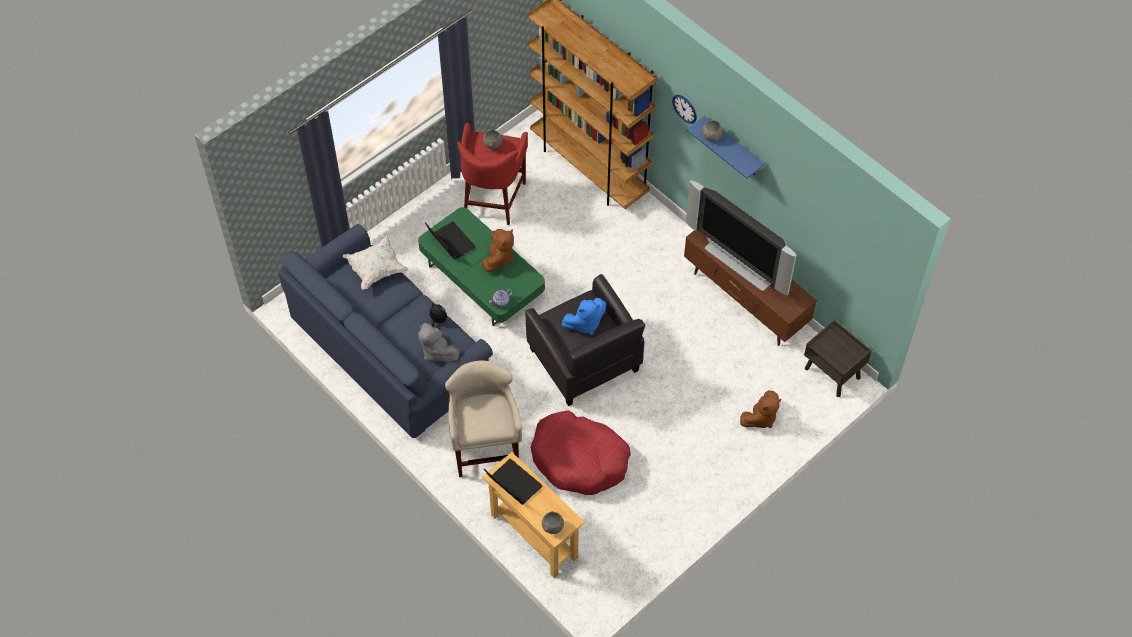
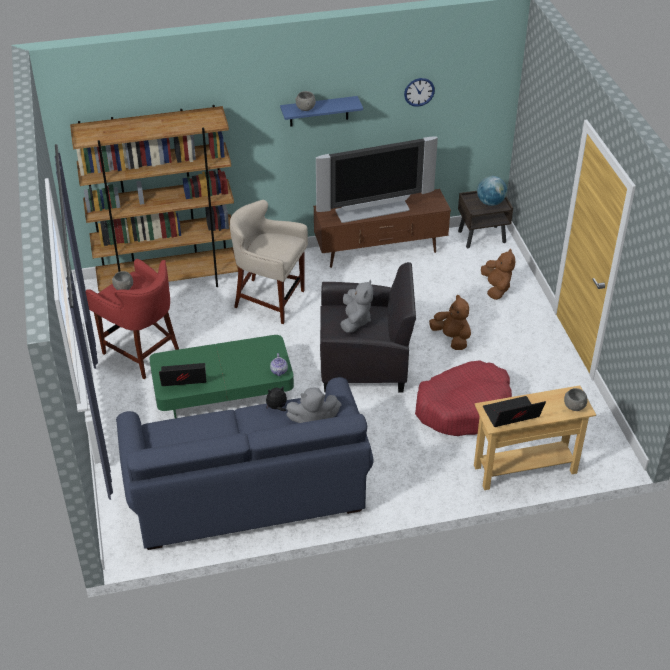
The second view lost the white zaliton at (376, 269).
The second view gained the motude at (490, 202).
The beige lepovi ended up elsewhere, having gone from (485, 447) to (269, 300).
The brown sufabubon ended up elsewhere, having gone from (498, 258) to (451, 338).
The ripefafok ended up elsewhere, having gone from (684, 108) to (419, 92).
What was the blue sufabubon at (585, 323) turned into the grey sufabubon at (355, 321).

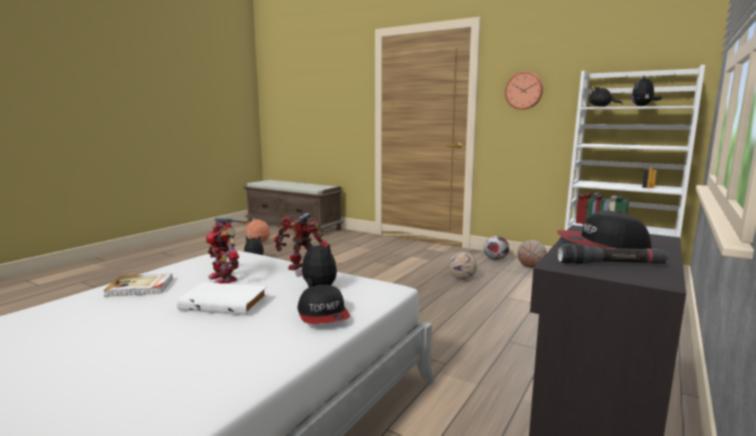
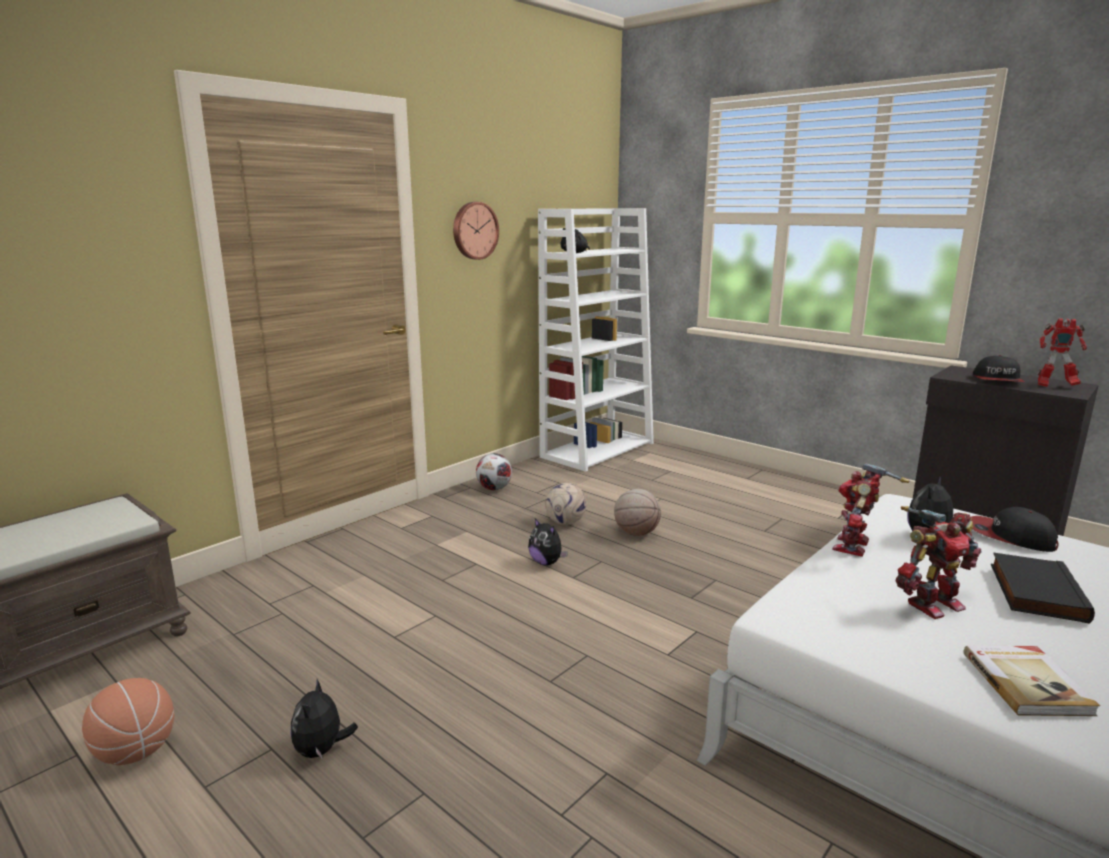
The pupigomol ended up elsewhere, having gone from (531, 267) to (636, 533).
The sufabubon ended up elsewhere, having gone from (643, 106) to (546, 562).
Where the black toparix stood at (610, 264), the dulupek came to stand at (1054, 386).
What was the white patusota at (225, 302) turned into the black patusota at (1034, 591).
The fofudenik at (323, 314) ended up facing another way, 135 degrees counterclockwise from before.

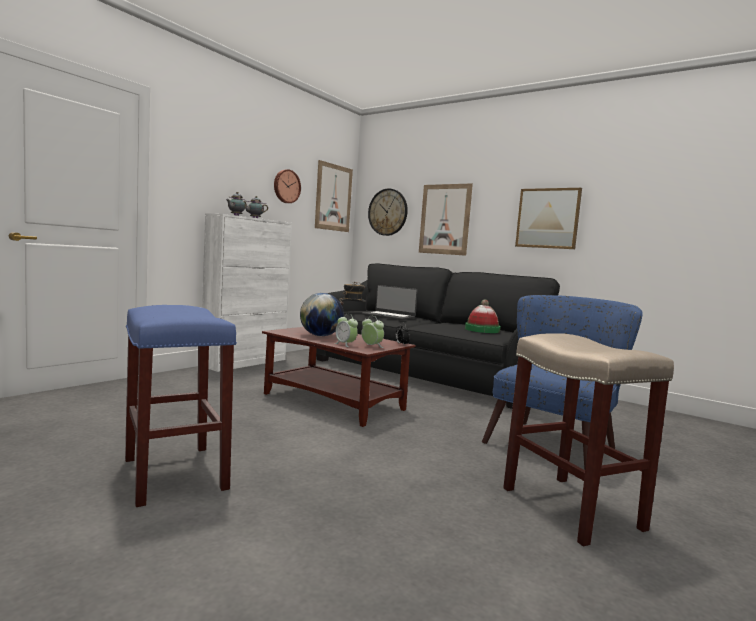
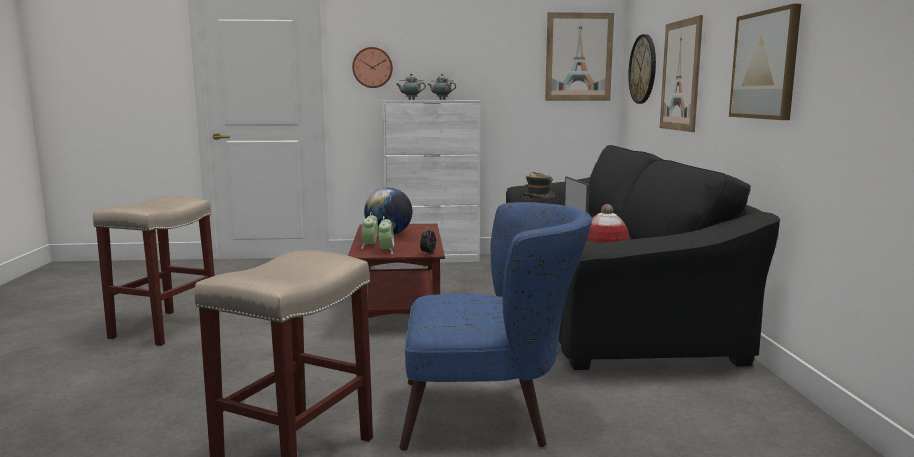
The ripefafok ended up elsewhere, having gone from (286, 186) to (372, 67).
What was the blue lepovi at (173, 473) turned into the beige lepovi at (165, 327).

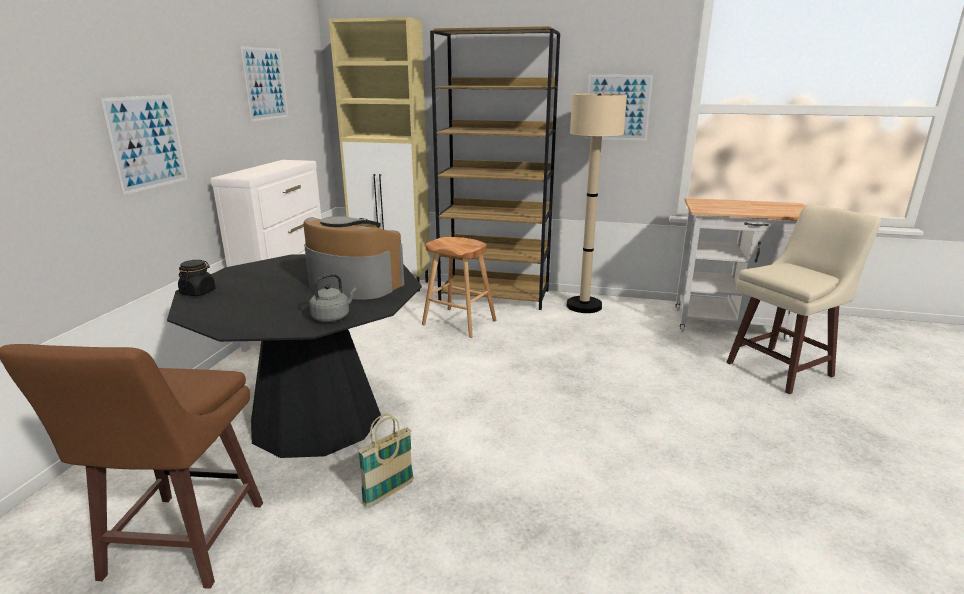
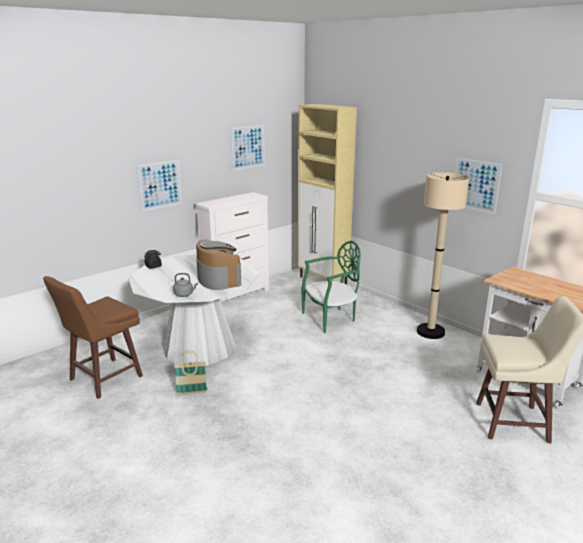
The second view lost the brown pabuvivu at (495, 295).
Where the brown lepovi stood at (459, 323), the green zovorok came to stand at (331, 318).
What was the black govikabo at (316, 418) turned into the white govikabo at (199, 347).

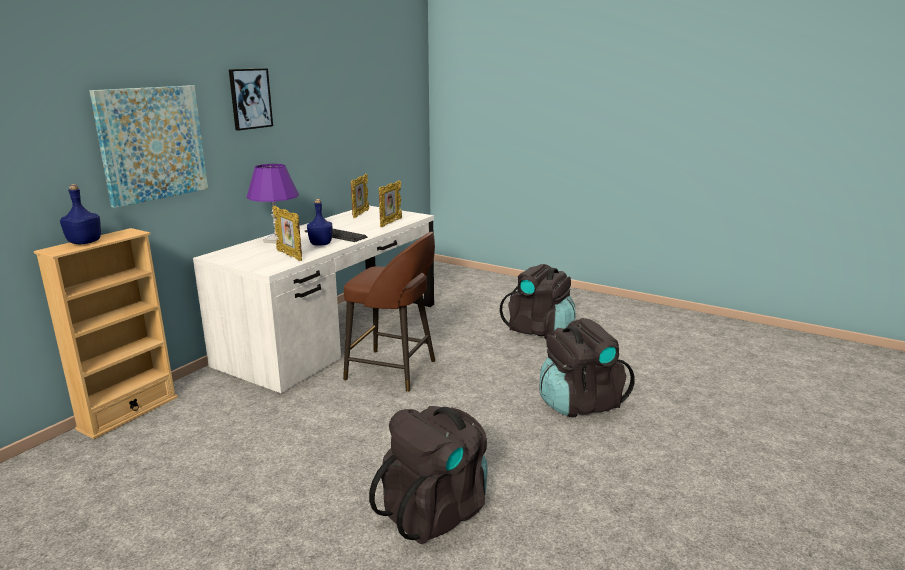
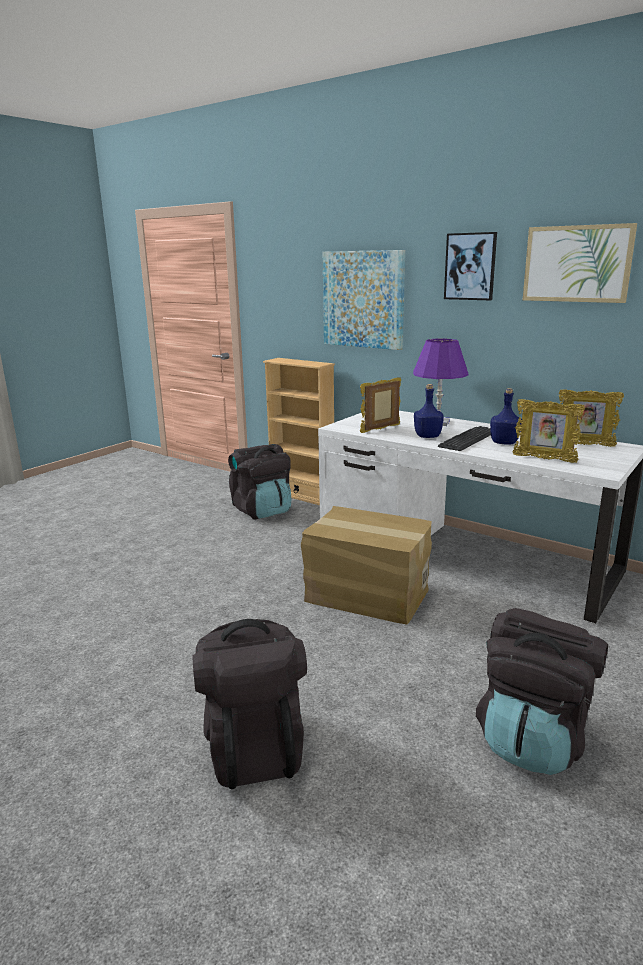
The second view gained the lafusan at (577, 264).
The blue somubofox ended up elsewhere, having gone from (85, 242) to (504, 443).
The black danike ended up elsewhere, having gone from (436, 511) to (262, 510).
Where the brown lepovi stood at (393, 371), the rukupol came to stand at (366, 595).

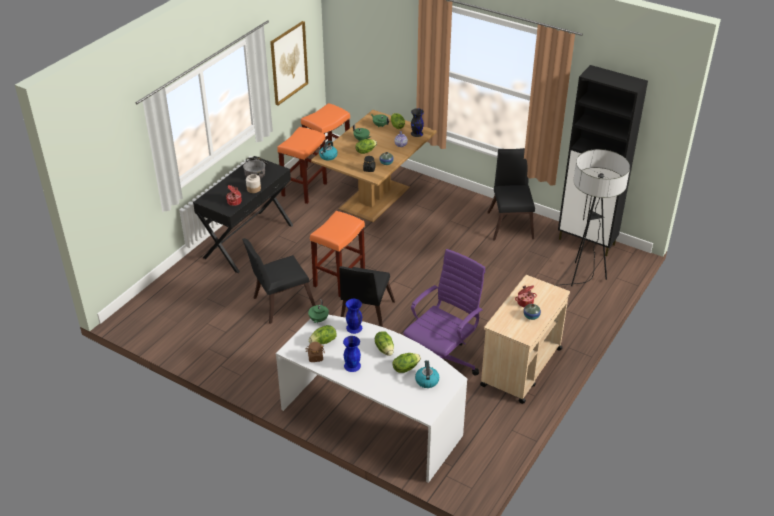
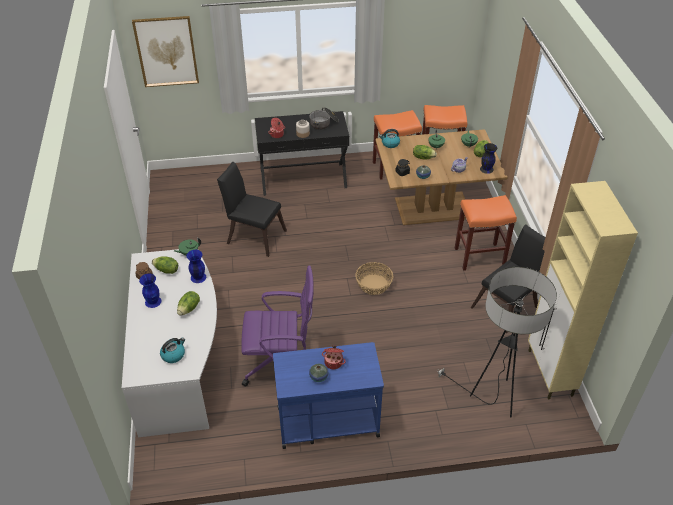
The second view lost the black zovorok at (365, 316).
The second view lost the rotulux at (405, 368).
The second view gained the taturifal at (373, 285).
The lafusan ended up elsewhere, having gone from (288, 63) to (166, 51).
The orange lepovi ended up elsewhere, having gone from (339, 280) to (479, 257).
What was the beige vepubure at (521, 367) turned into the blue vepubure at (327, 421).
What was the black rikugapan at (587, 242) turned into the beige rikugapan at (550, 373).

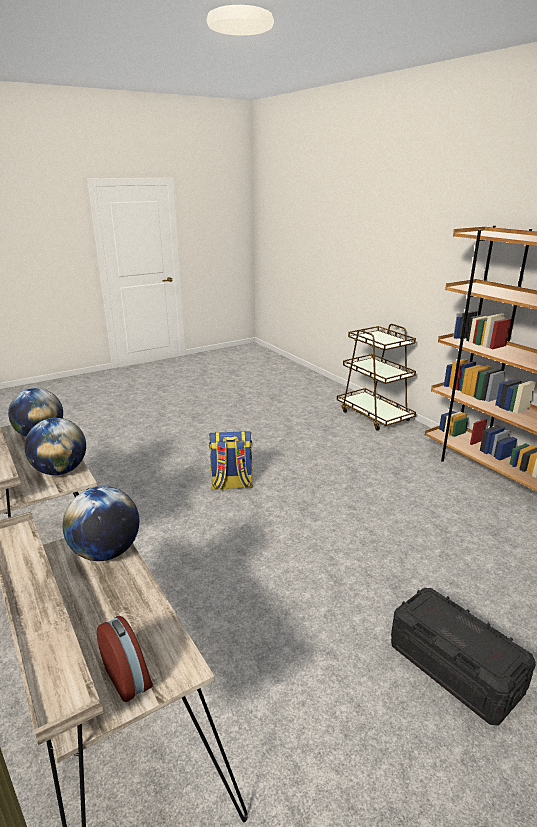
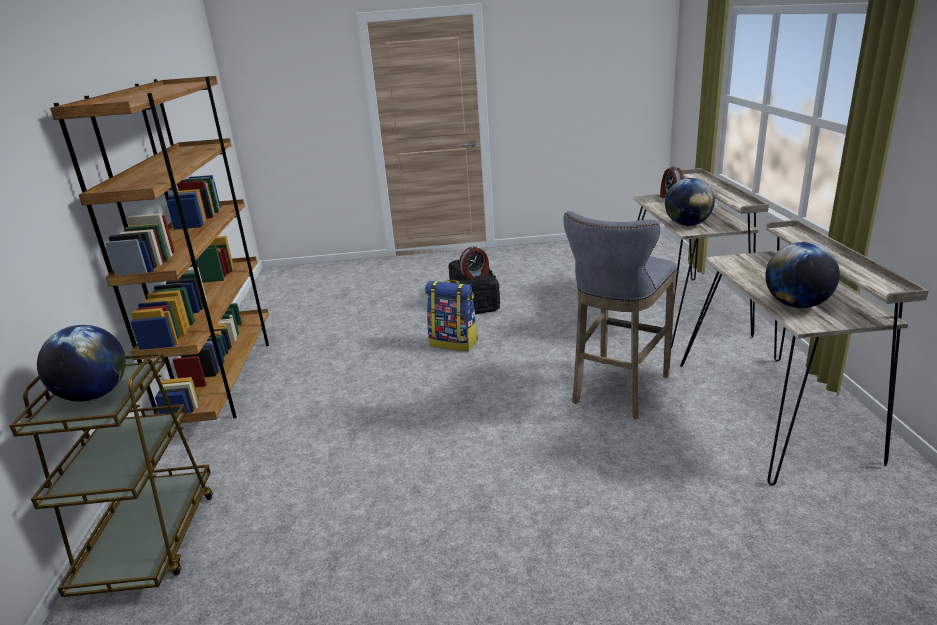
The second view gained the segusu at (475, 275).
The second view gained the grey lepovi at (618, 391).
The motude ended up elsewhere, having gone from (60, 471) to (94, 395).
The danike ended up elsewhere, having gone from (231, 485) to (454, 343).

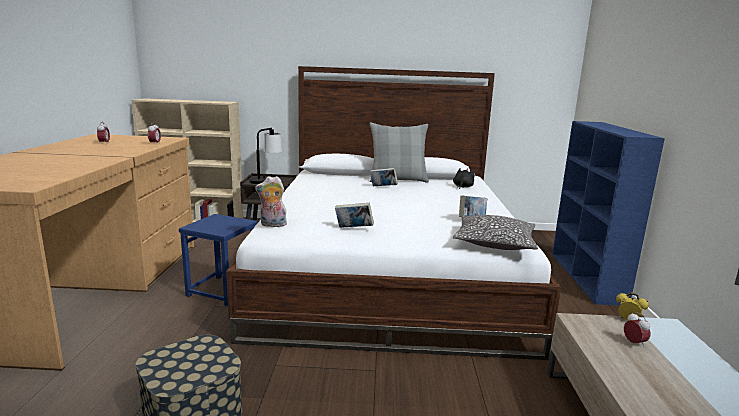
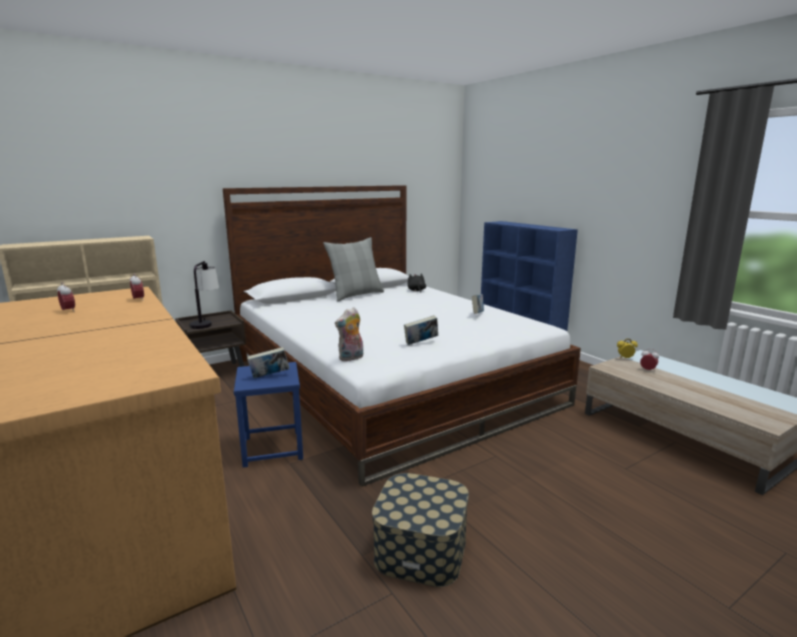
The second view lost the zaliton at (494, 243).
The patusota ended up elsewhere, having gone from (383, 187) to (269, 376).

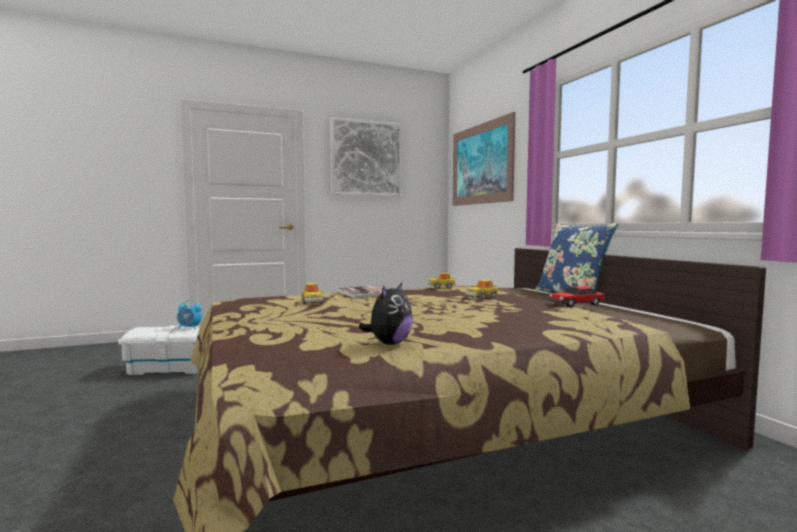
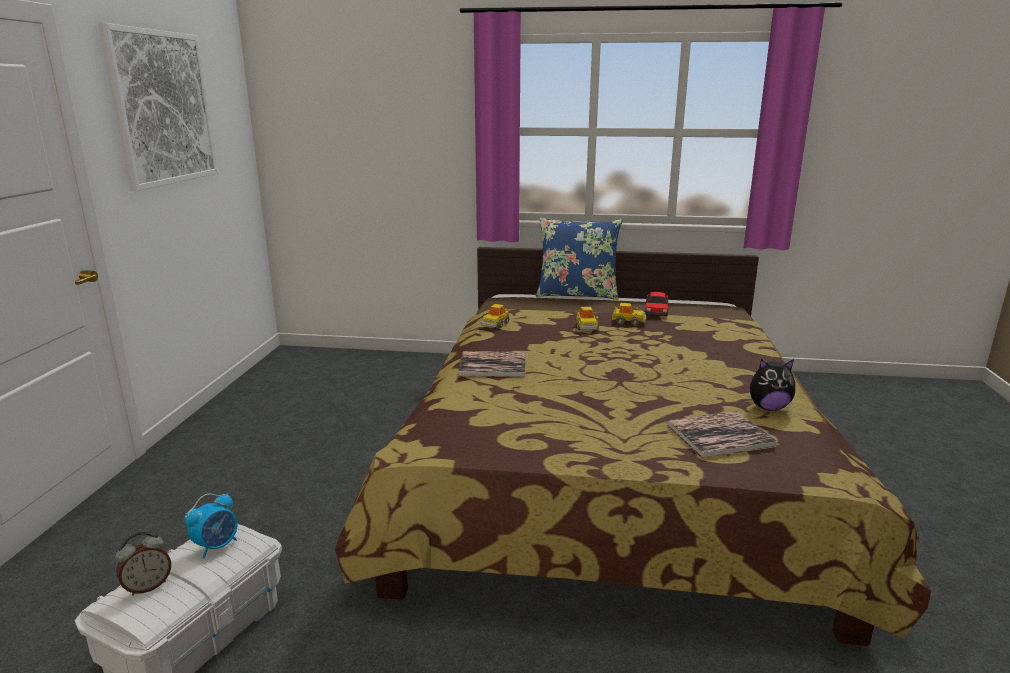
The second view lost the lafusan at (481, 164).
The second view gained the segusu at (148, 586).
The second view gained the patusota at (719, 435).
The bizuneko ended up elsewhere, having gone from (312, 302) to (628, 322).
The sufabubon at (389, 343) ended up facing another way, 120 degrees clockwise from before.

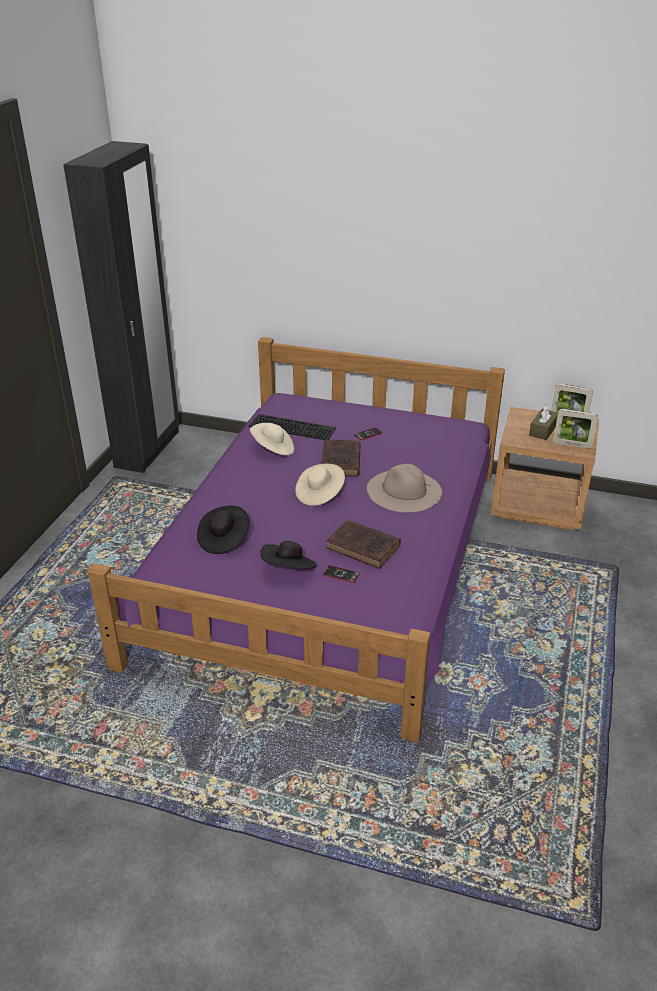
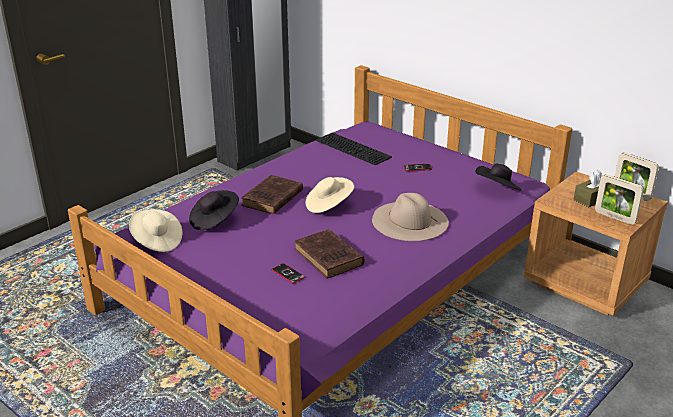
The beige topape ended up elsewhere, having gone from (273, 449) to (156, 241).
The black topape ended up elsewhere, having gone from (289, 569) to (497, 190).
The brown patusota ended up elsewhere, having gone from (340, 462) to (271, 199).

